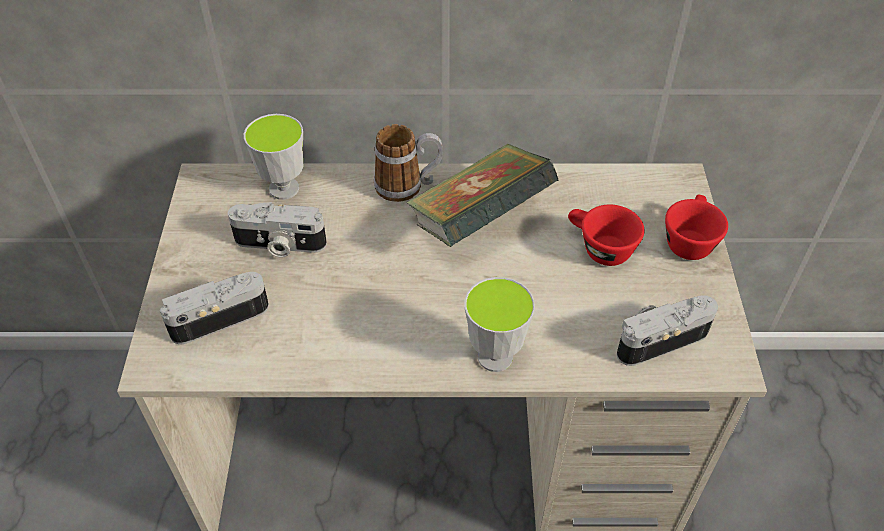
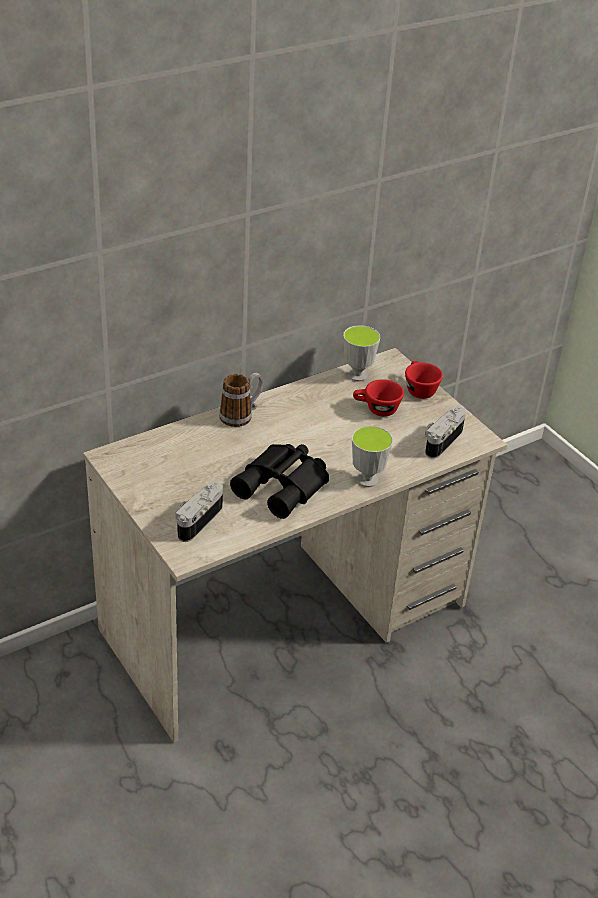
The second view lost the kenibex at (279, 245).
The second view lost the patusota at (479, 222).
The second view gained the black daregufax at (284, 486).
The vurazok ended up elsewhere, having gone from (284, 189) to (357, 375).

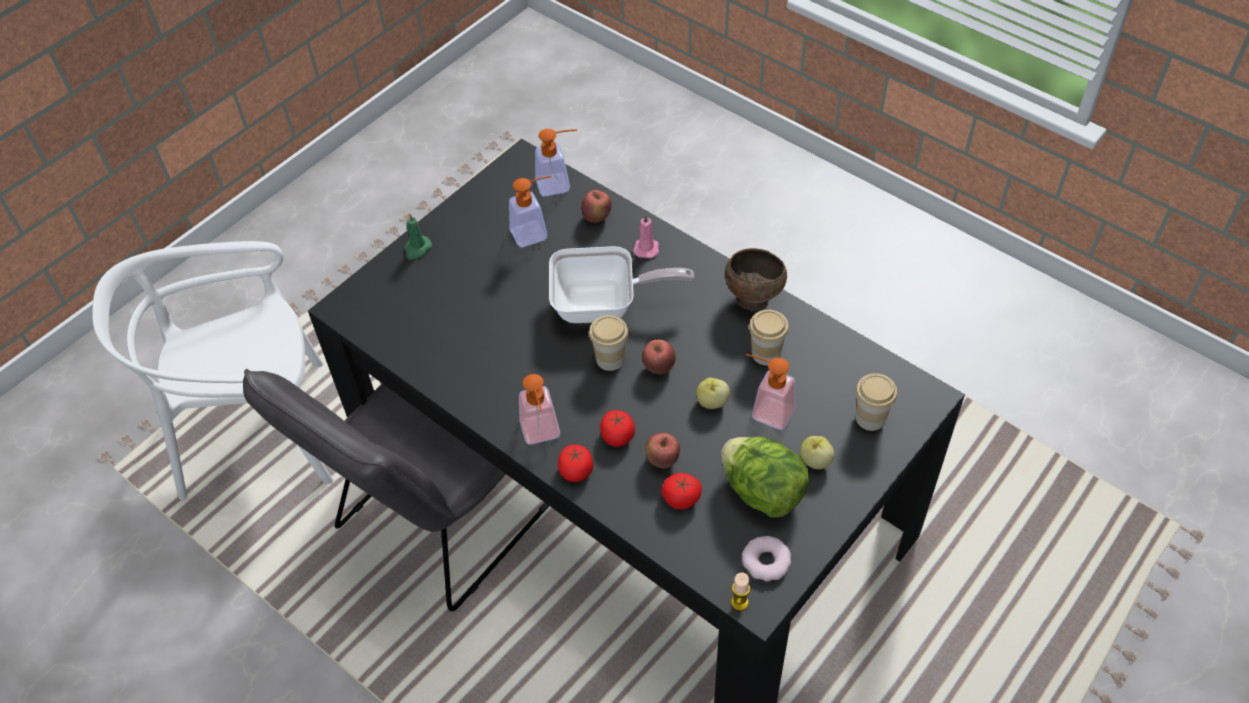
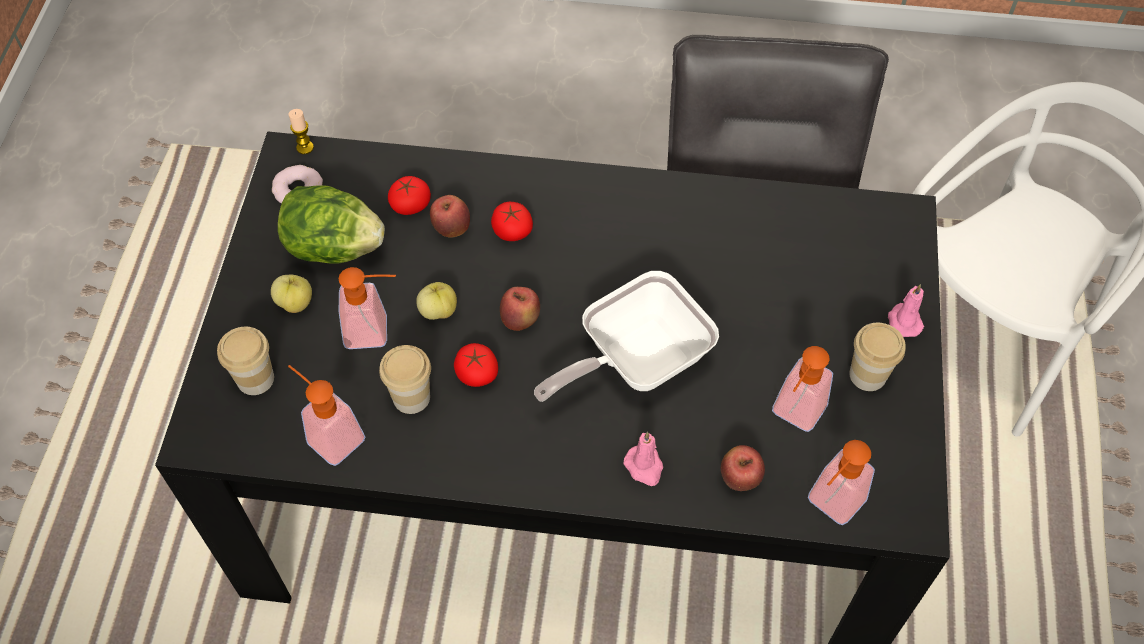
The second view lost the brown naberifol at (752, 298).
The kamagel ended up elsewhere, having gone from (542, 435) to (329, 435).
The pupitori ended up elsewhere, having gone from (576, 470) to (476, 373).
The vurazok ended up elsewhere, having gone from (610, 359) to (867, 375).
What was the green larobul at (417, 249) turned into the pink larobul at (903, 321).

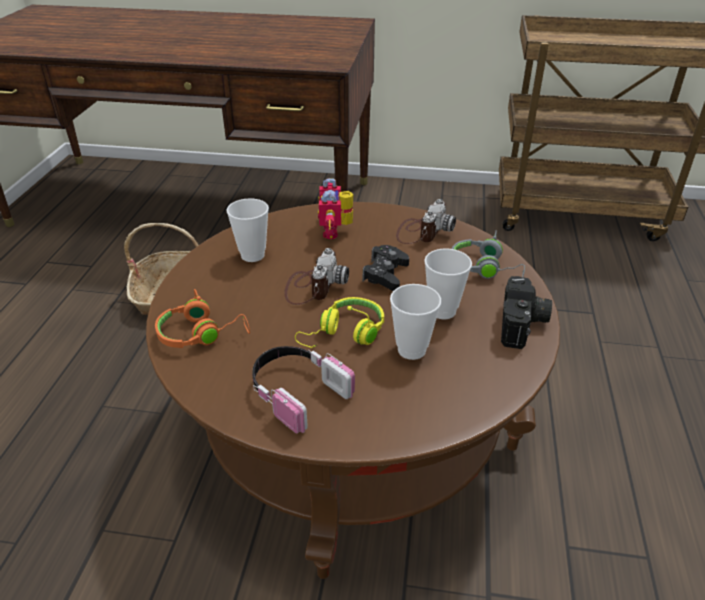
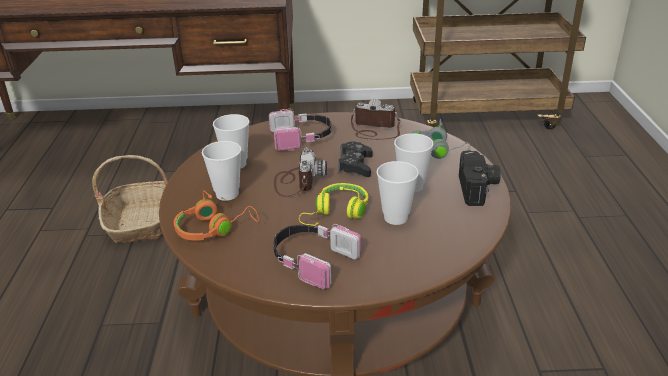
The second view gained the vurazok at (227, 194).
Where the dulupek stood at (336, 231), the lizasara came to stand at (302, 138).
The kenibex at (421, 231) ended up facing another way, 90 degrees counterclockwise from before.

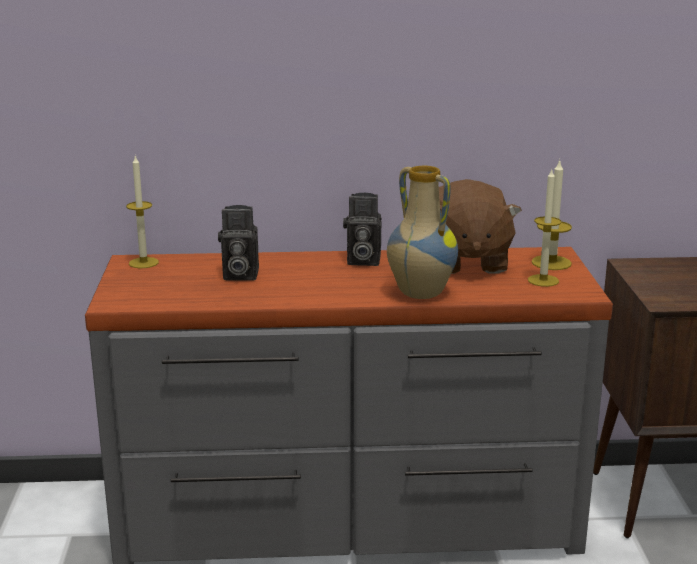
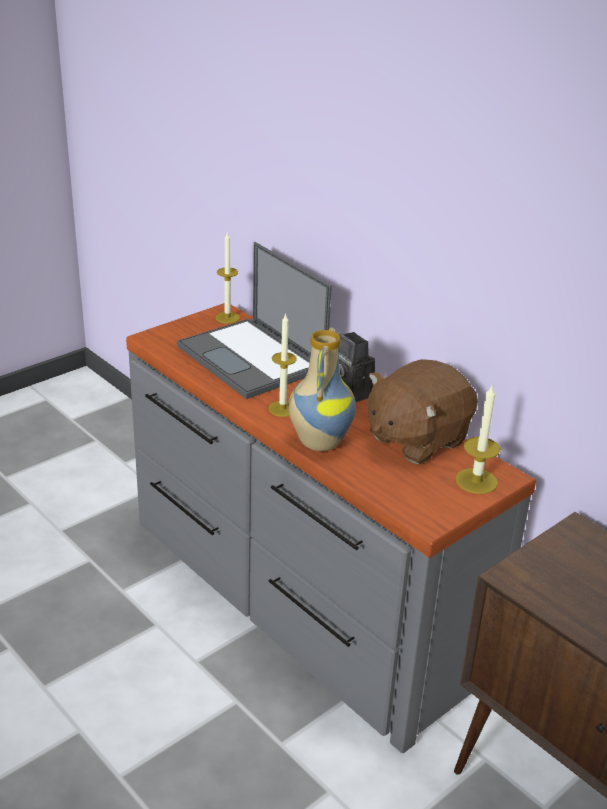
The larobul ended up elsewhere, having gone from (543, 280) to (282, 409).
Where the kenibex stood at (238, 275), the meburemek came to stand at (253, 358).

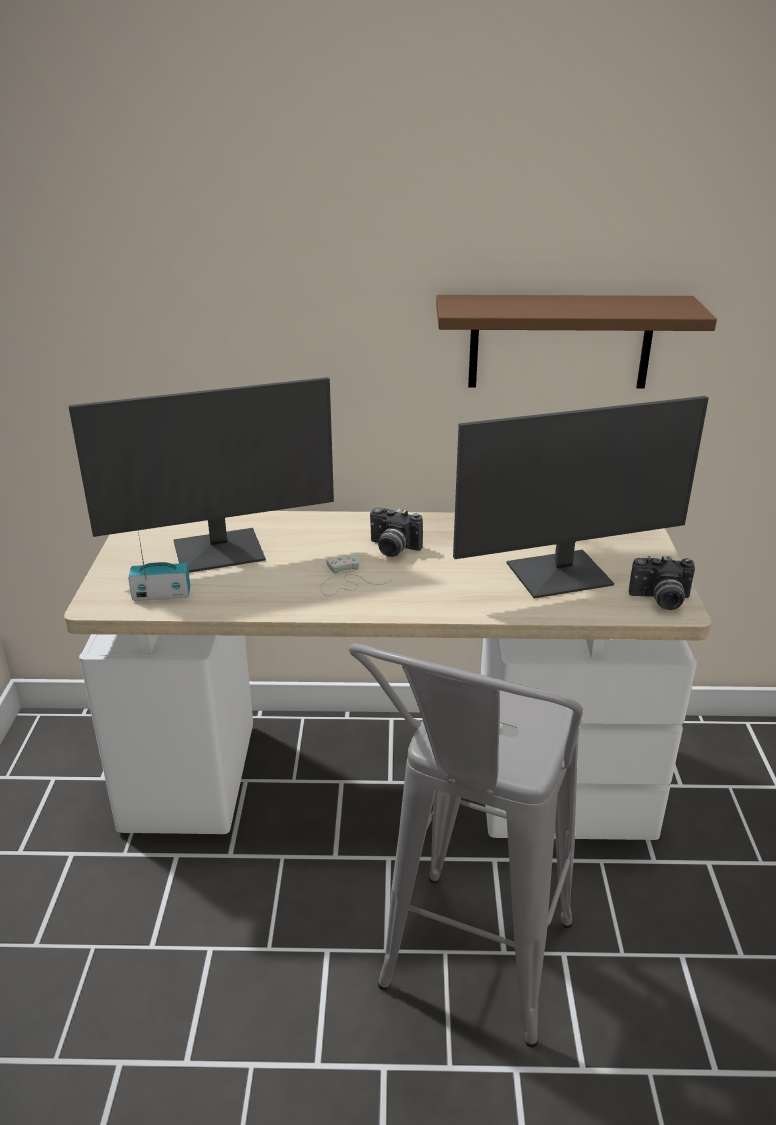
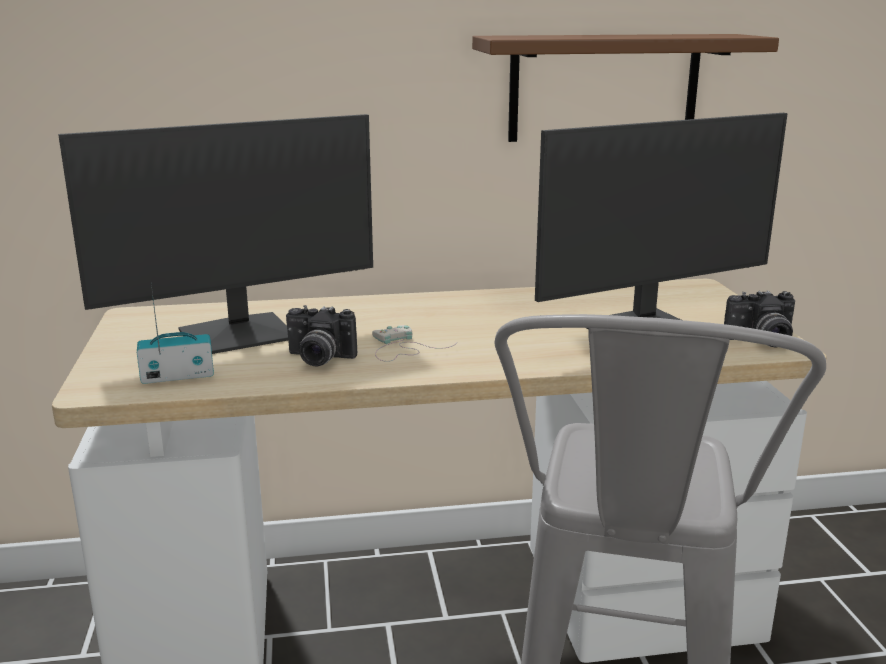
The kenibex ended up elsewhere, having gone from (392, 549) to (318, 359).

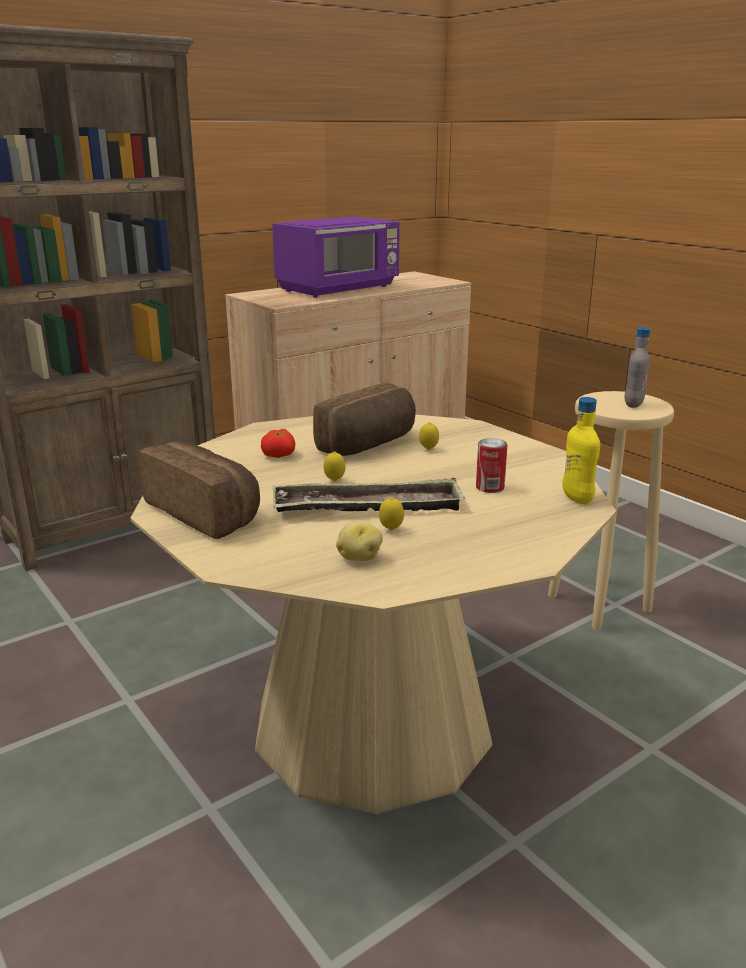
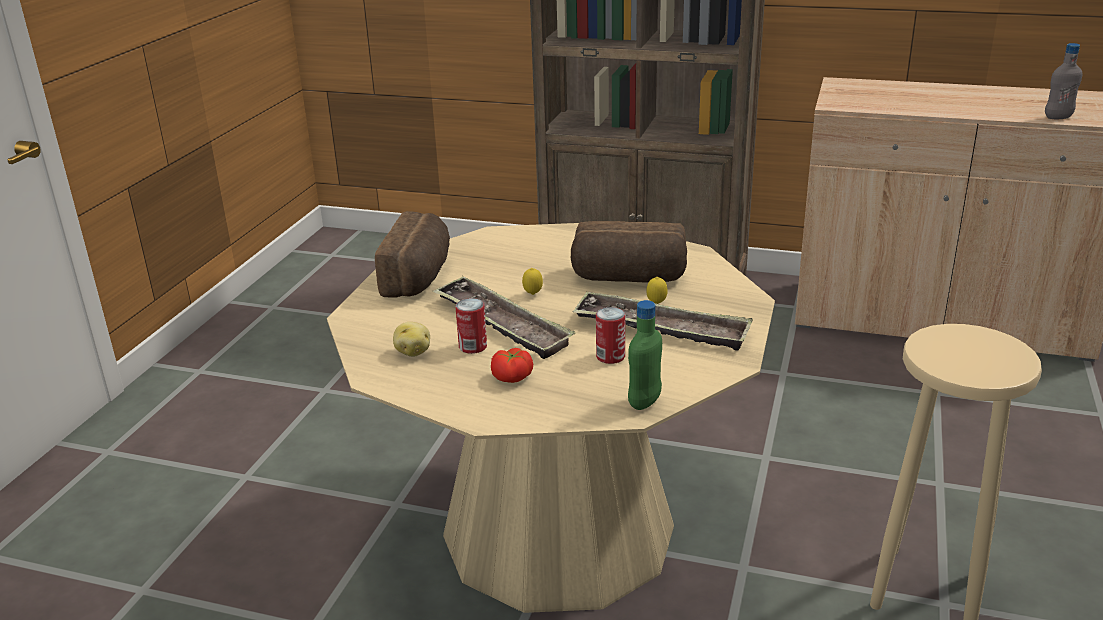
The second view lost the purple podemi at (339, 289).
The second view gained the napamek at (661, 329).
The pupitori ended up elsewhere, having gone from (279, 455) to (512, 378).
The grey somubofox ended up elsewhere, having gone from (633, 404) to (1058, 117).
Where the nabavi stood at (391, 530), the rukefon came to stand at (473, 347).
What was the yellow somubofox at (577, 498) turned into the green somubofox at (644, 402).

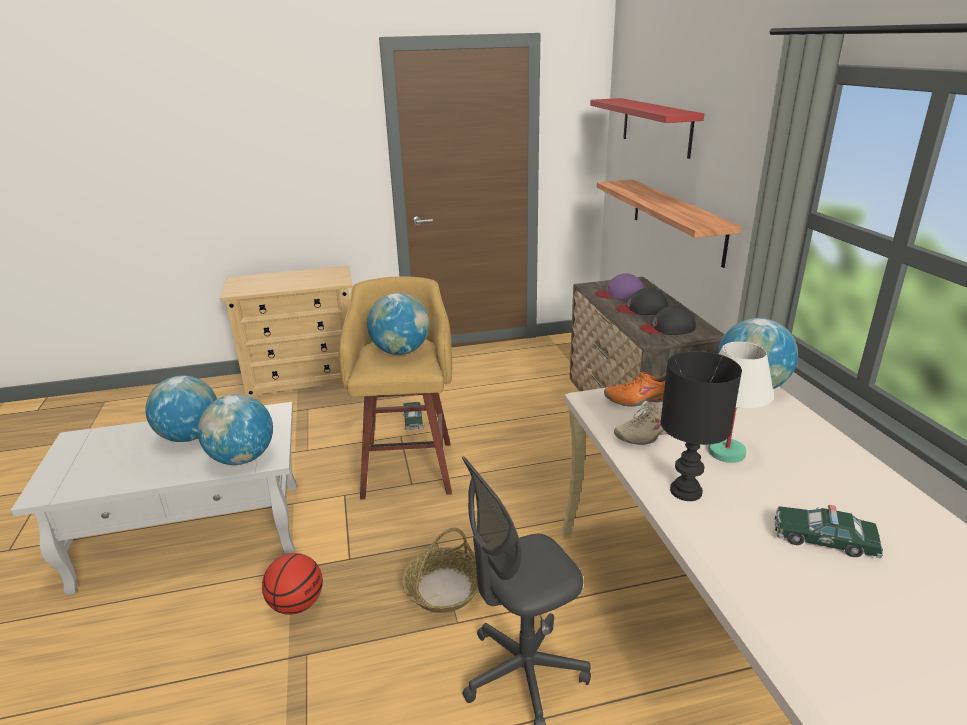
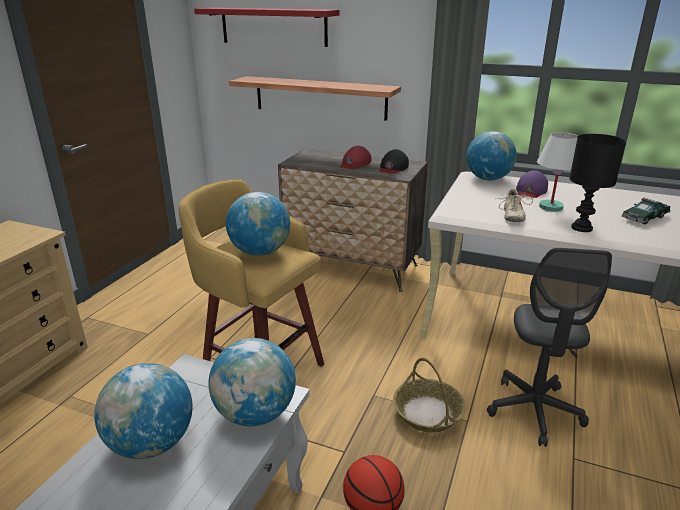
The second view lost the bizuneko at (413, 420).
The second view lost the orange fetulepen at (638, 399).
The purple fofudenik ended up elsewhere, having gone from (620, 293) to (530, 190).
What was the black fofudenik at (642, 309) turned into the red fofudenik at (355, 163).

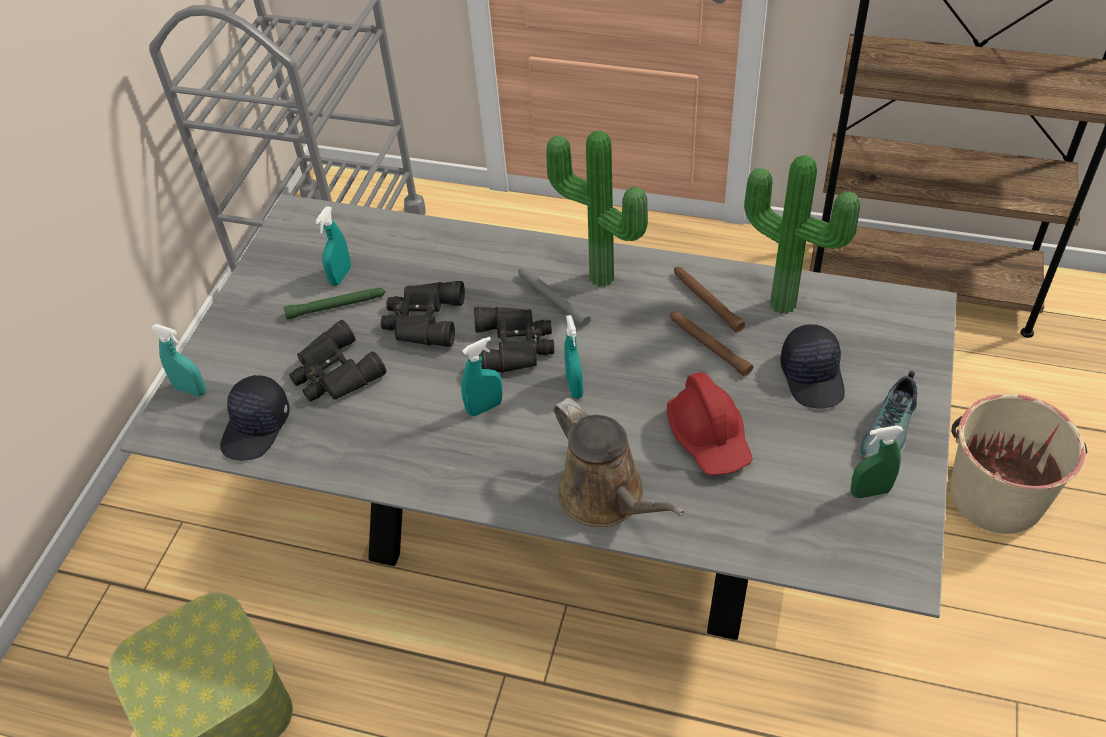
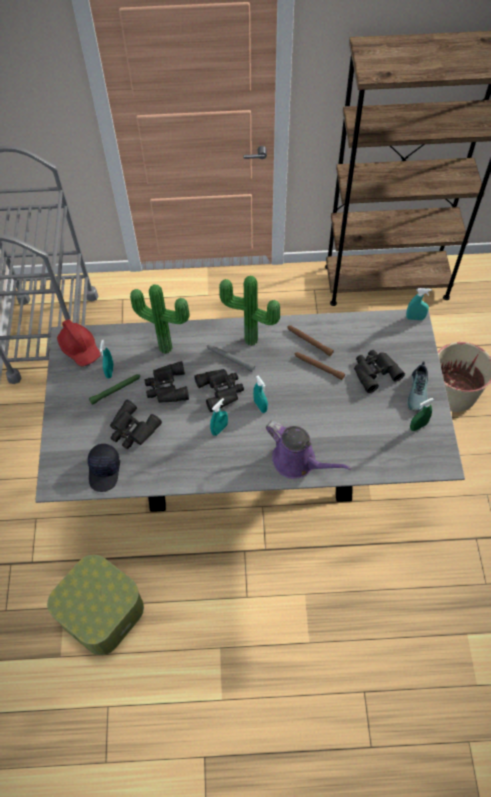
The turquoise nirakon ended up elsewhere, having gone from (191, 390) to (415, 318).
The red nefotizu ended up elsewhere, having gone from (709, 437) to (80, 348).
The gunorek ended up elsewhere, having gone from (785, 301) to (166, 346).
Where the black fofudenik stood at (813, 376), the black daregufax came to stand at (374, 371).
What was the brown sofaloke at (606, 497) turned into the purple sofaloke at (298, 461).

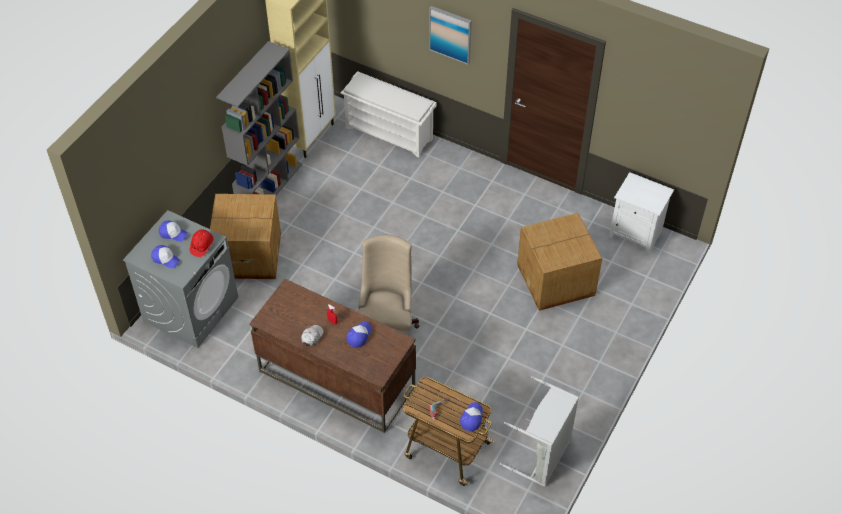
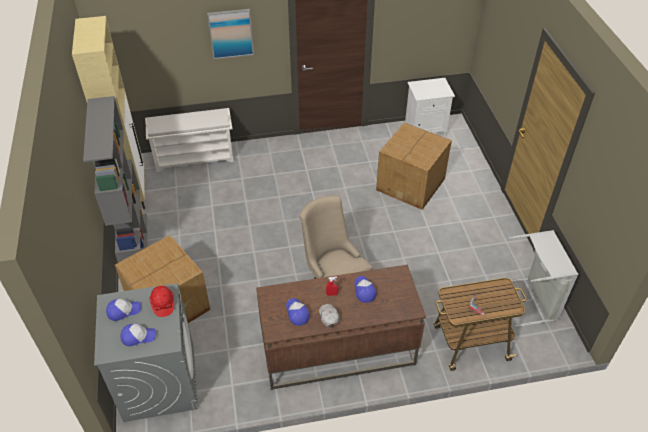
The fofudenik ended up elsewhere, having gone from (471, 418) to (297, 313).

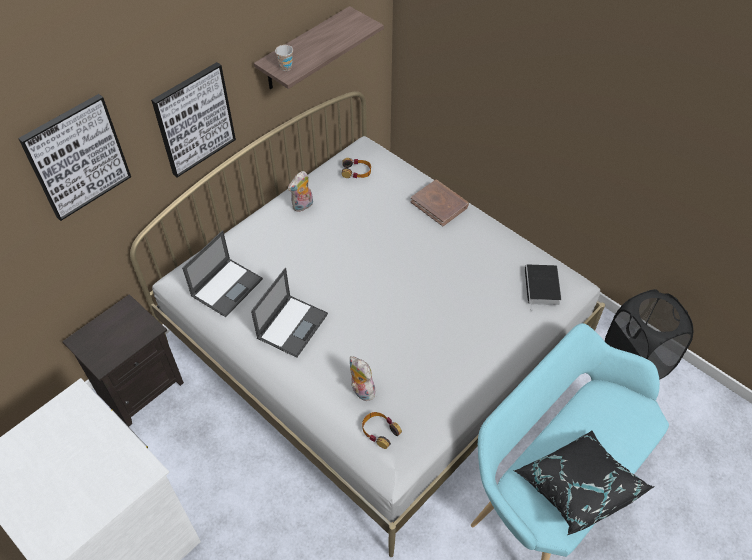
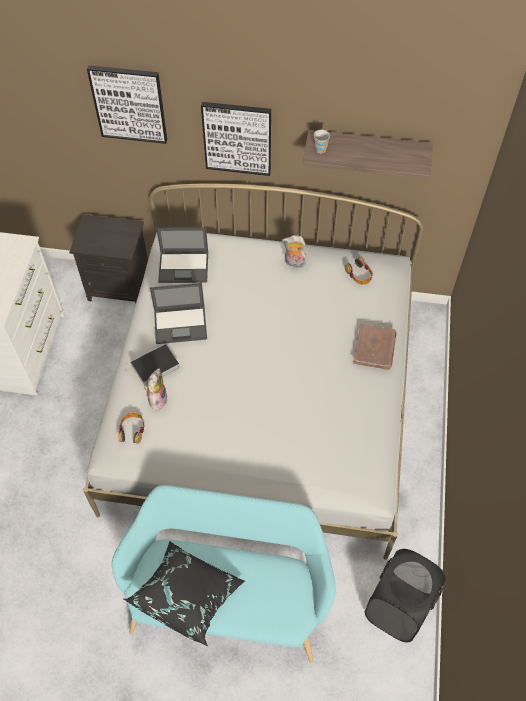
The patusota ended up elsewhere, having gone from (542, 288) to (154, 367).

